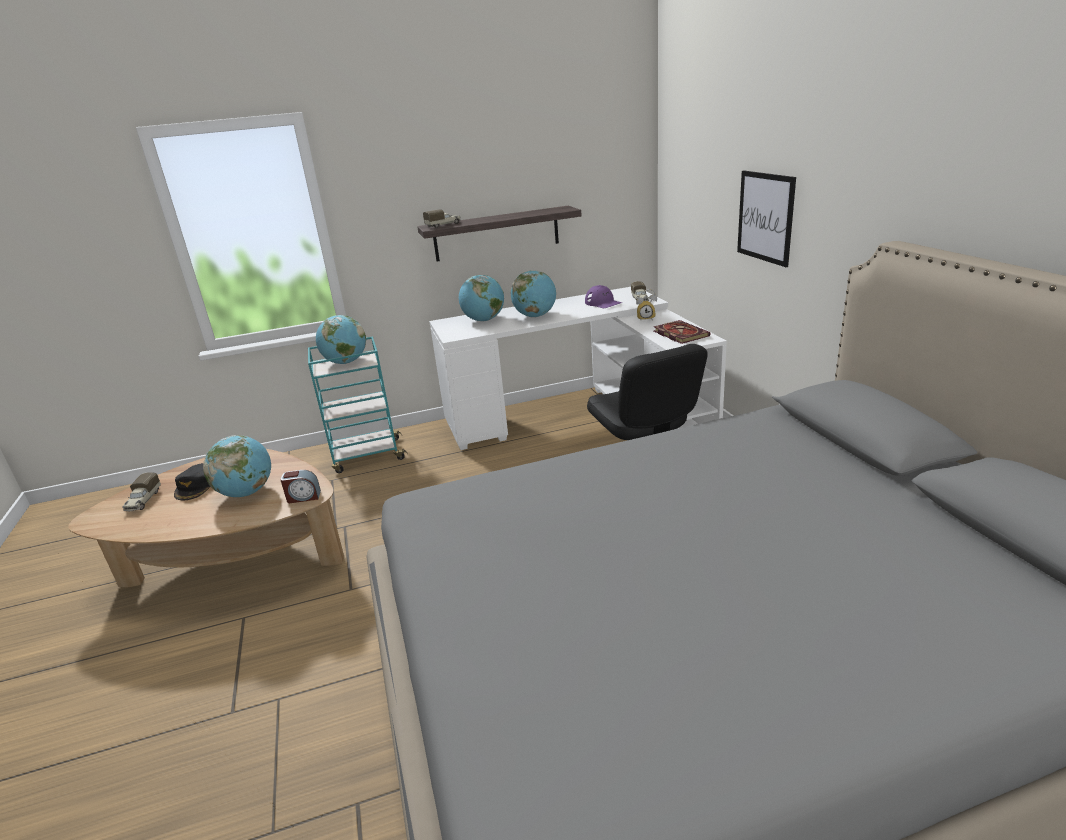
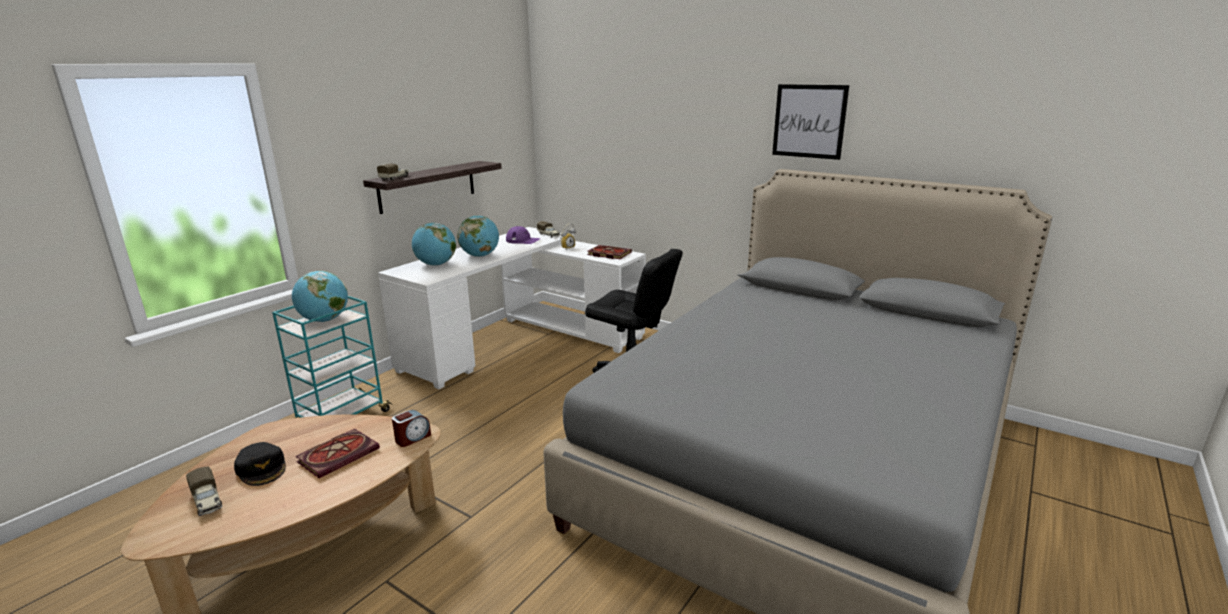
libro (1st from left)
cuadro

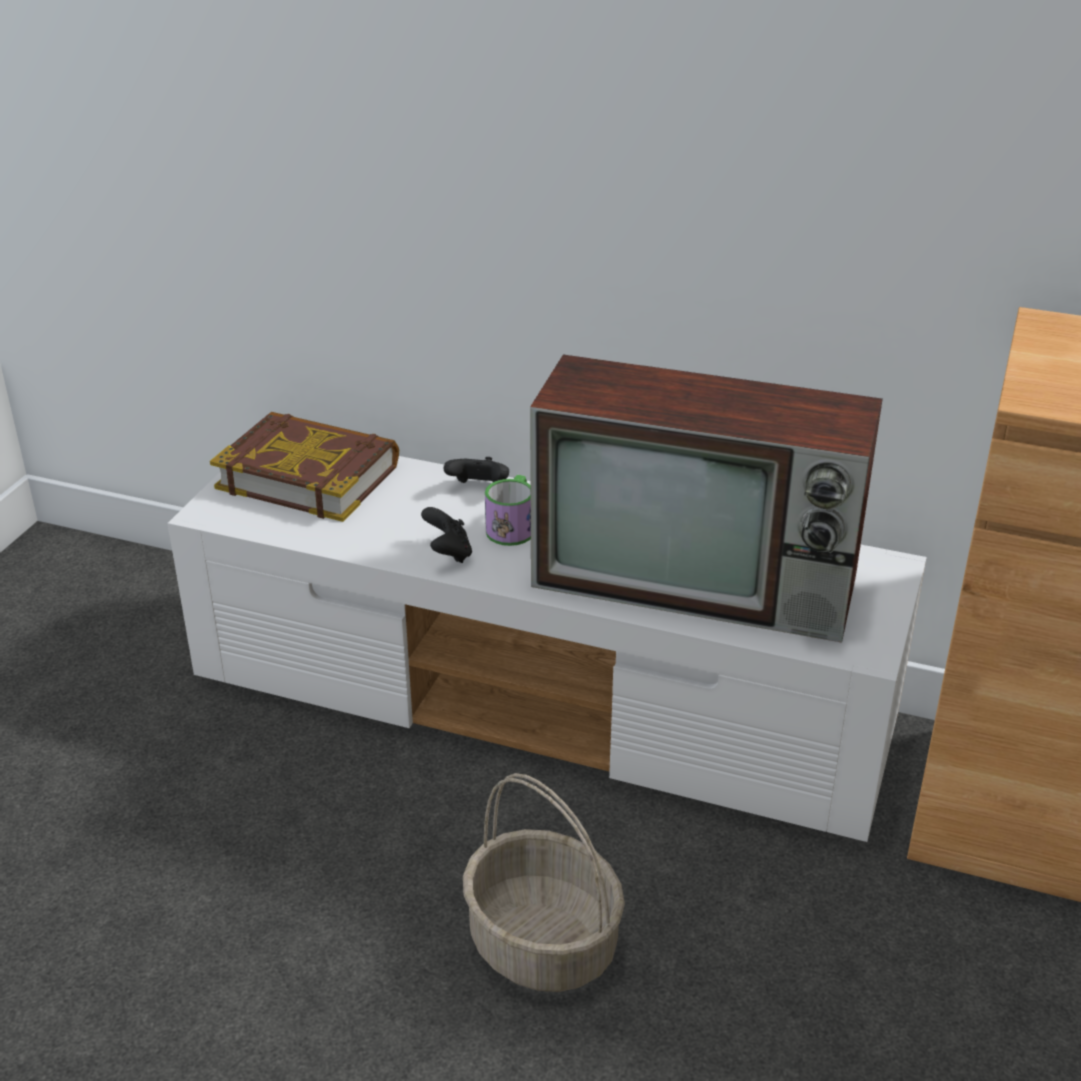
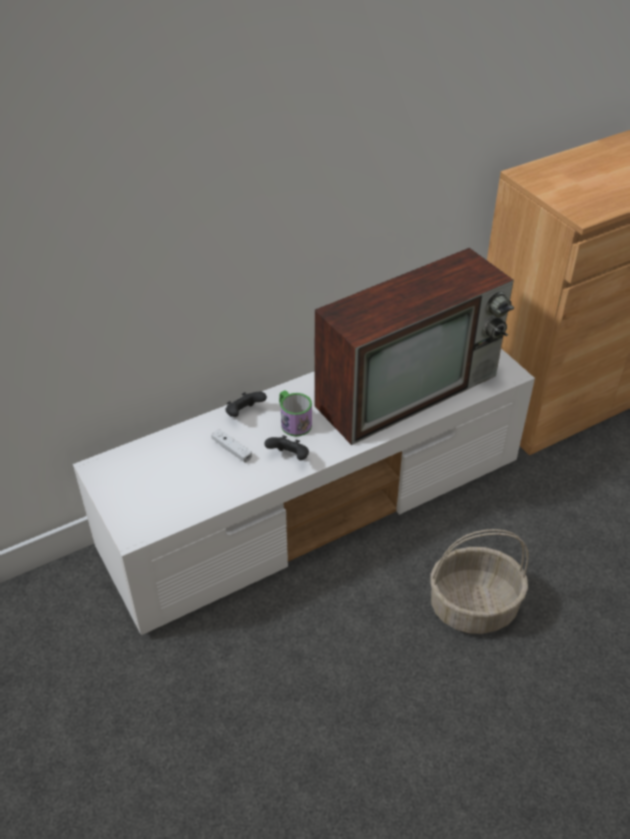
mando de consola [blanco]
libro

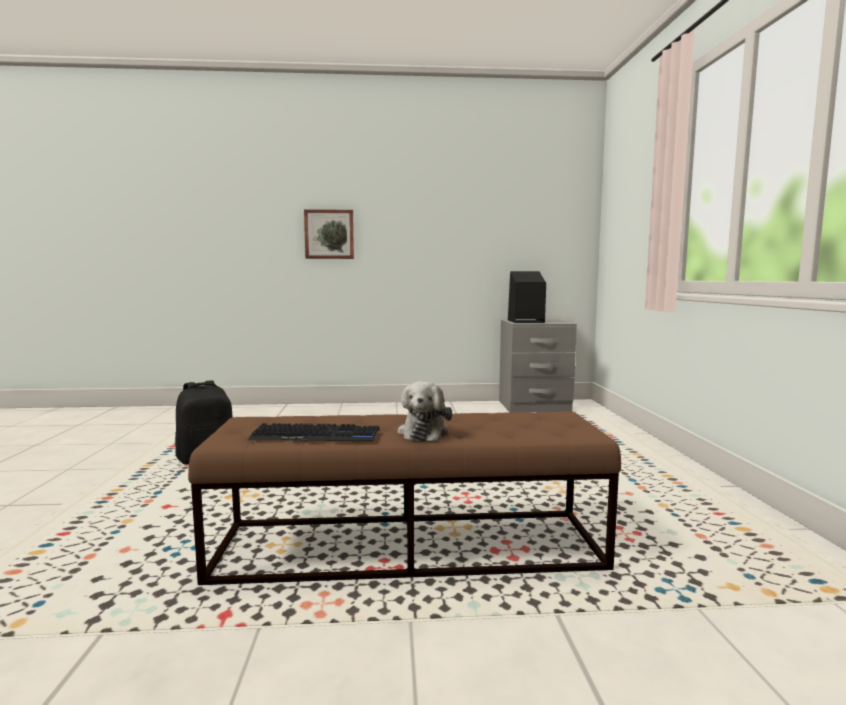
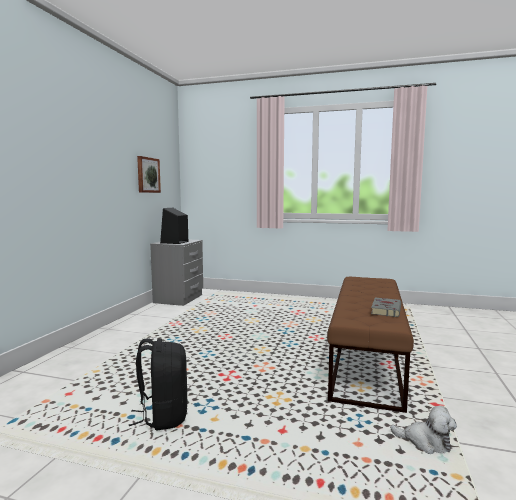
cuadro
libro [gris]
peluche

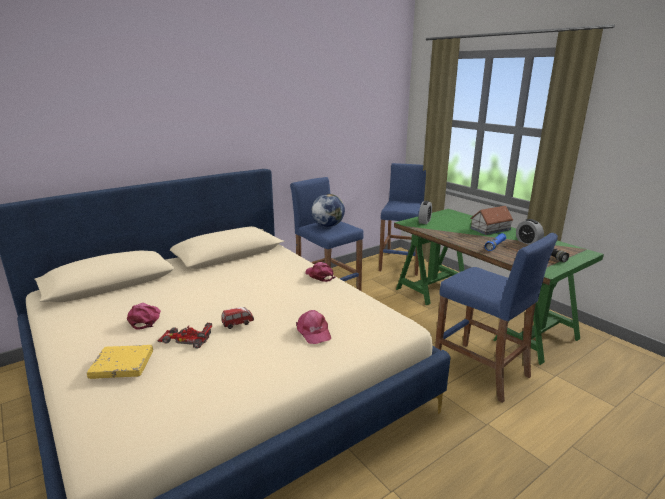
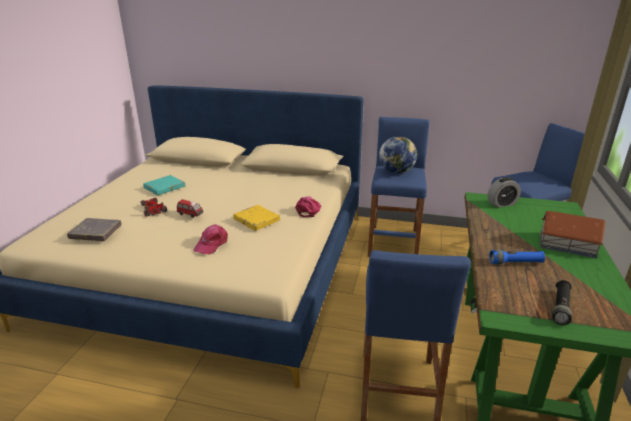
libro [gris]
libro [turquesa]
libro [amarillo]
despertador (2nd from left in the first image)

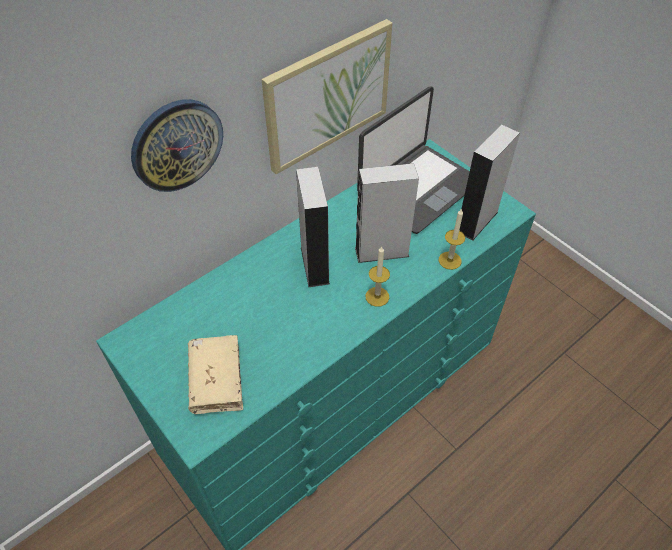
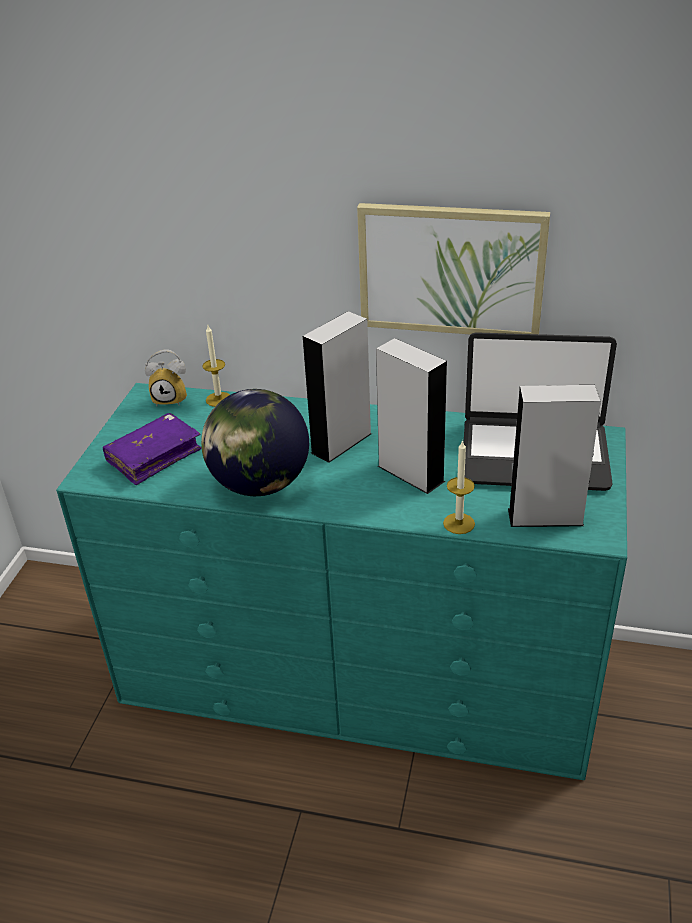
libro [morado]
despertador
globo terráqueo
vela (1st from left)
reloj de pared

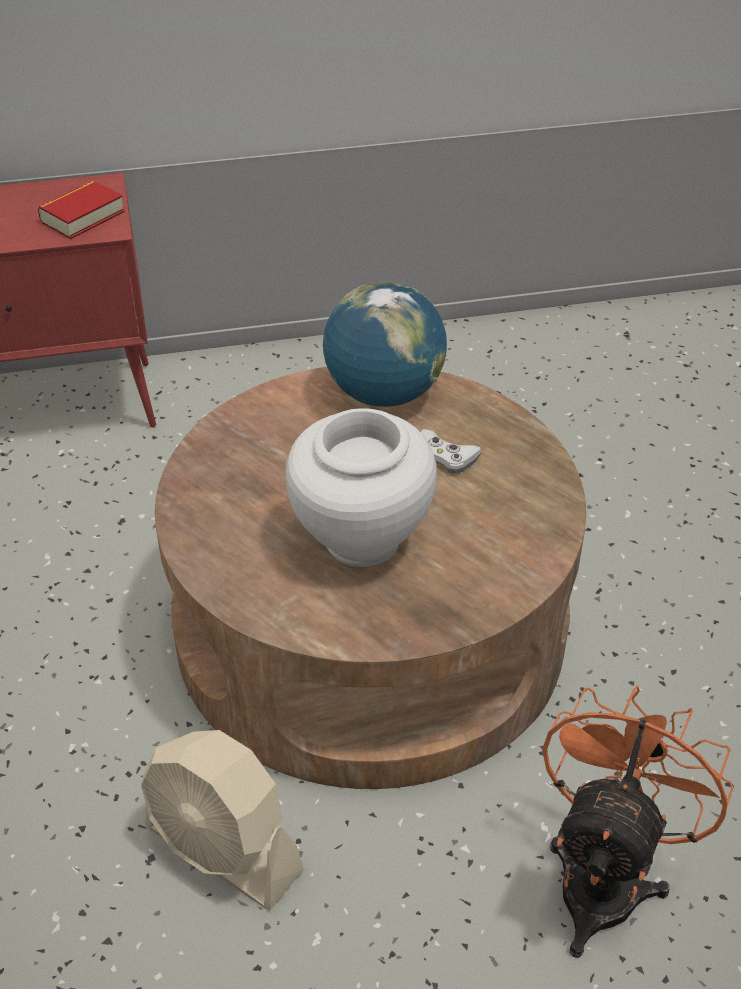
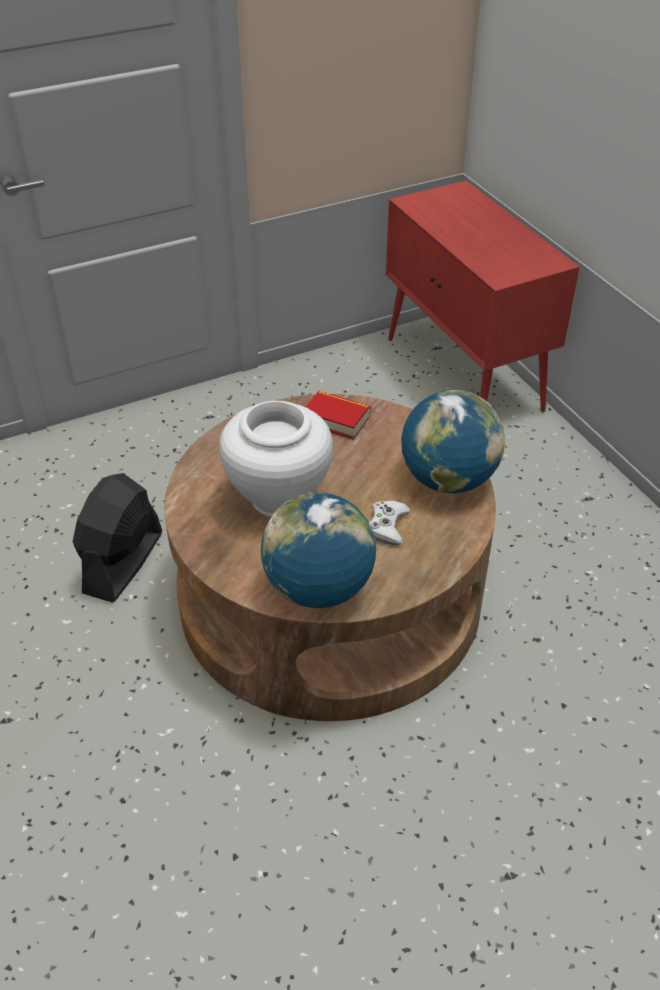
ventilador [negro]
globo terráqueo (1st from left)
libro
ventilador [naranja]

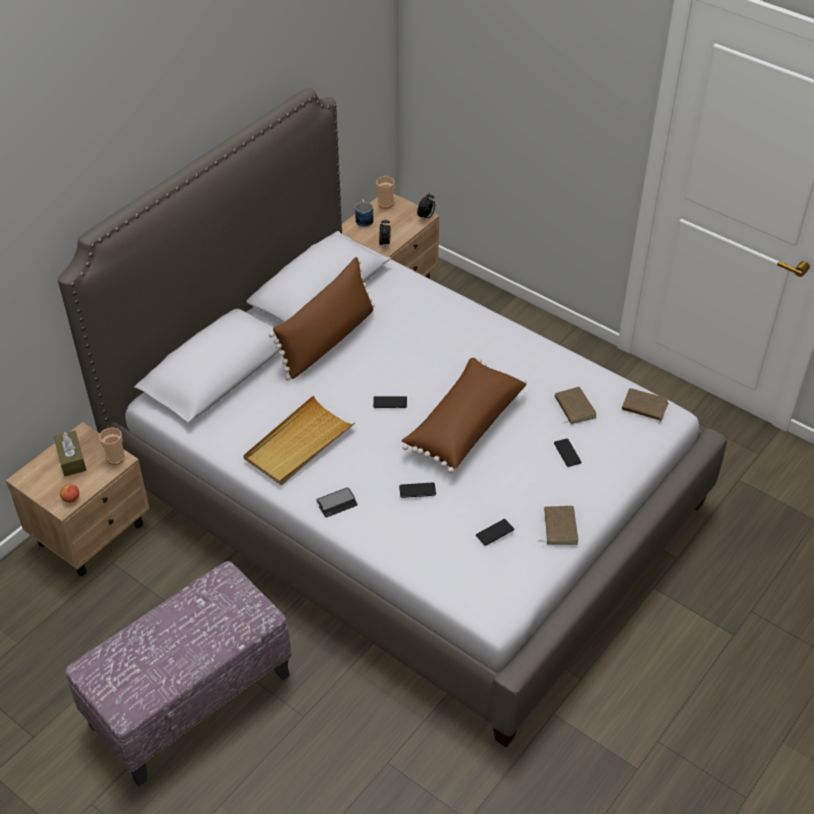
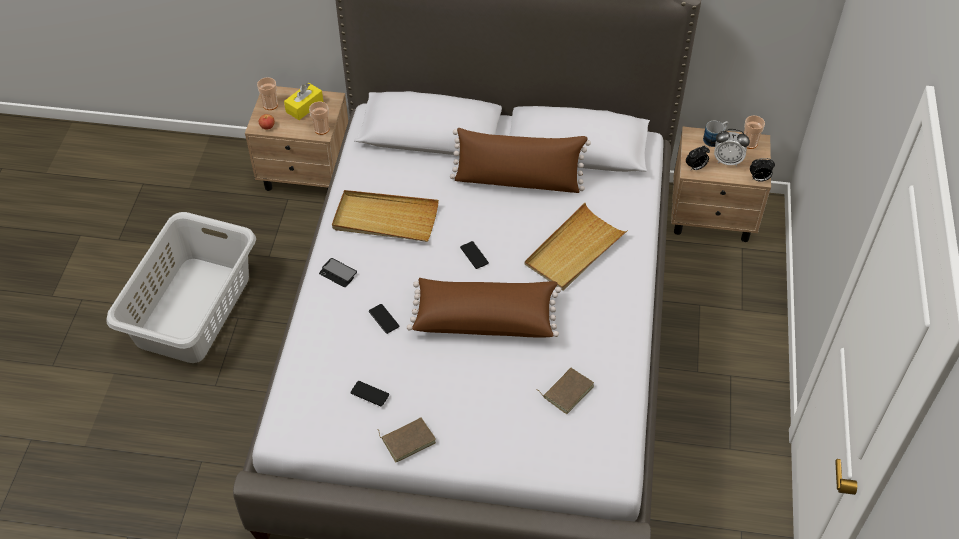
cesto de la ropa [gris]
taza (1st from left)
caja de pañuelos [amarillo]
bandeja [beis] (2nd from left)
despertador (2nd from left)
móvil (5th from left in the first image)
libro [marrón] (3rd from left in the first image)

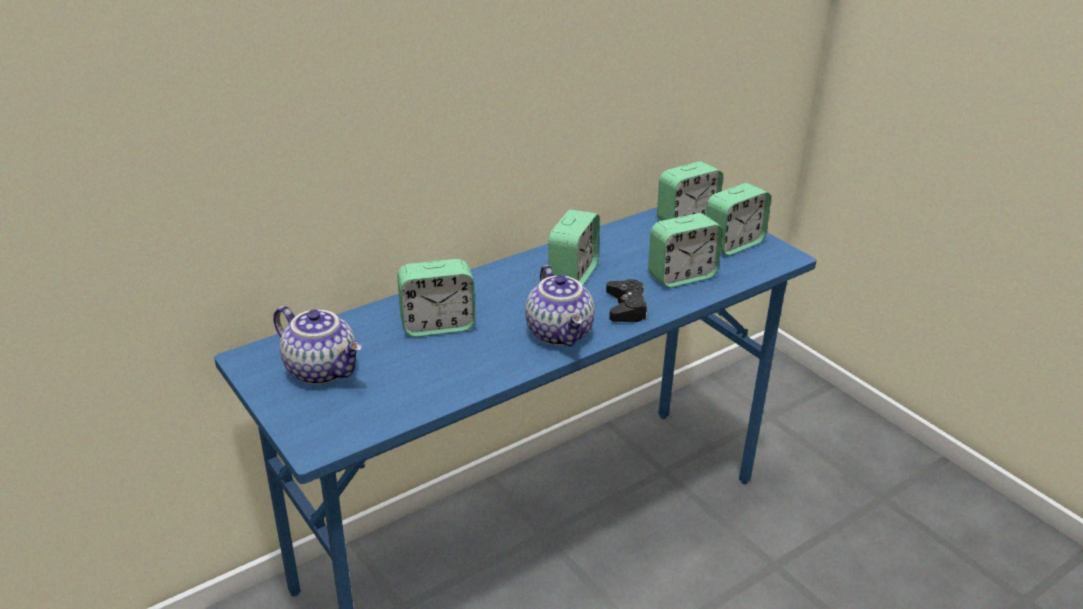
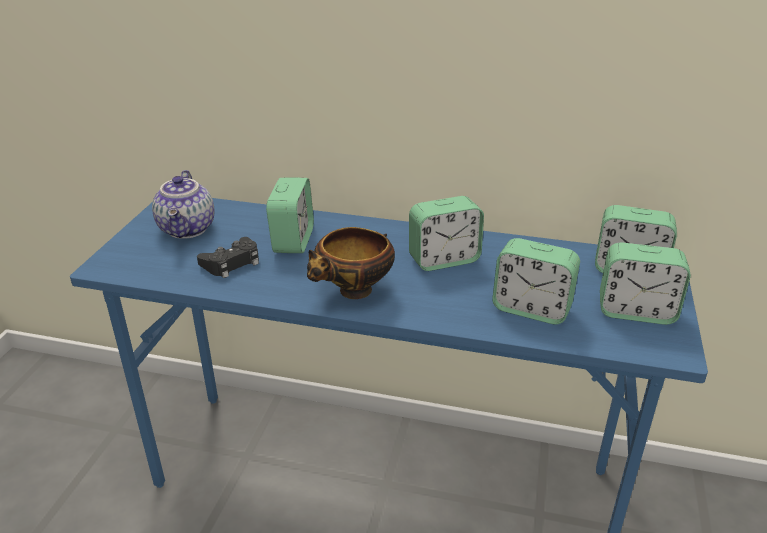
mando de consola [negro]
despertador (1st from left)
cuenco

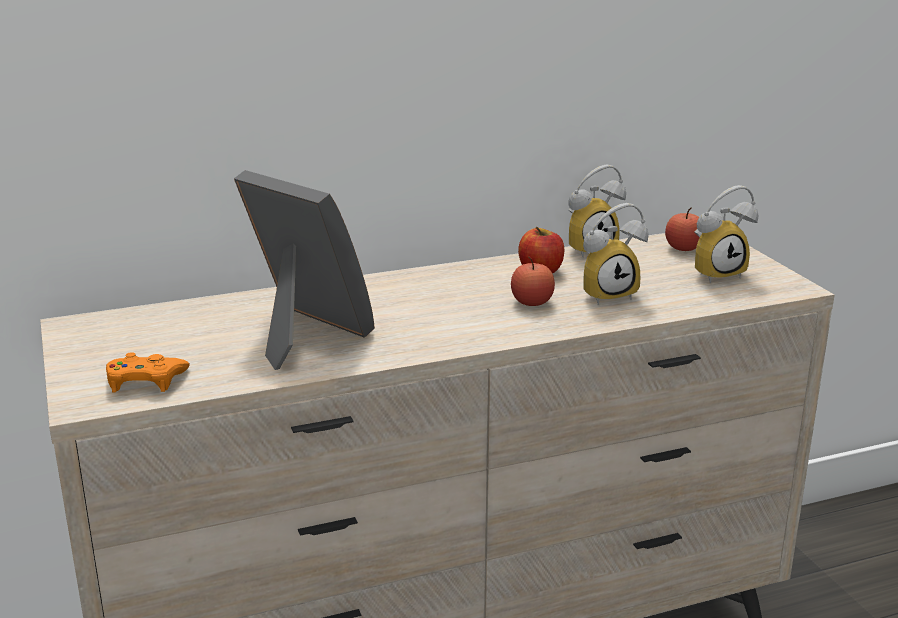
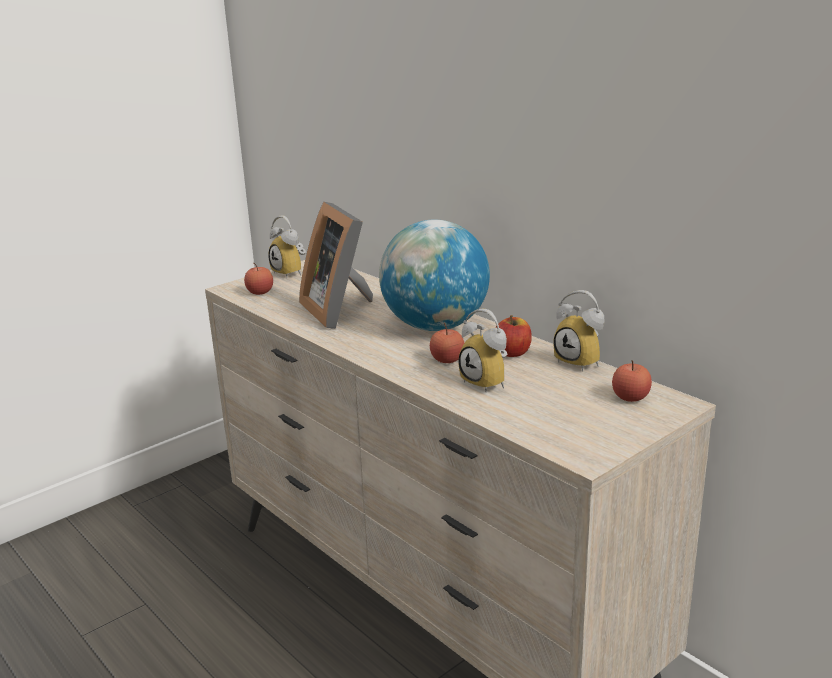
manzana (1st from left)
despertador (1st from left)
portarretratos
globo terráqueo

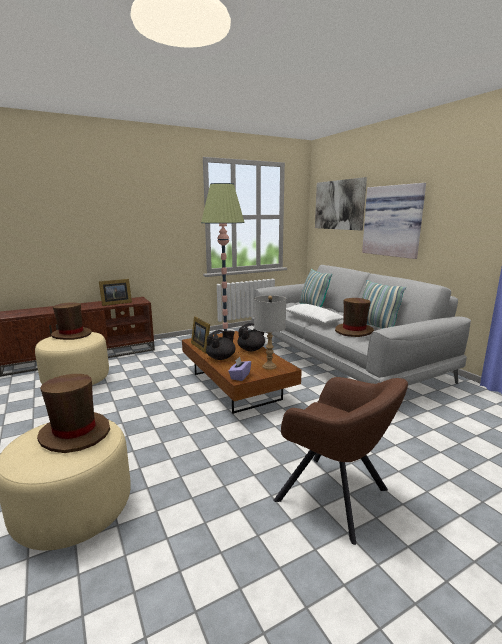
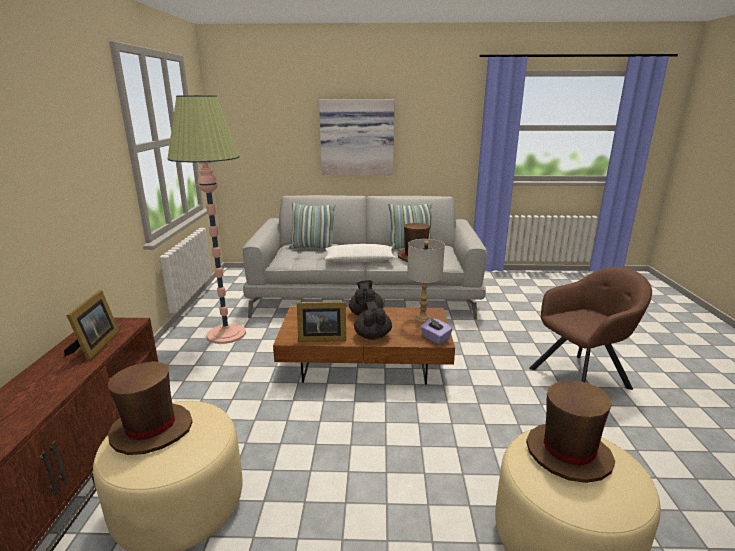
cuadro (1st from left in the first image)

